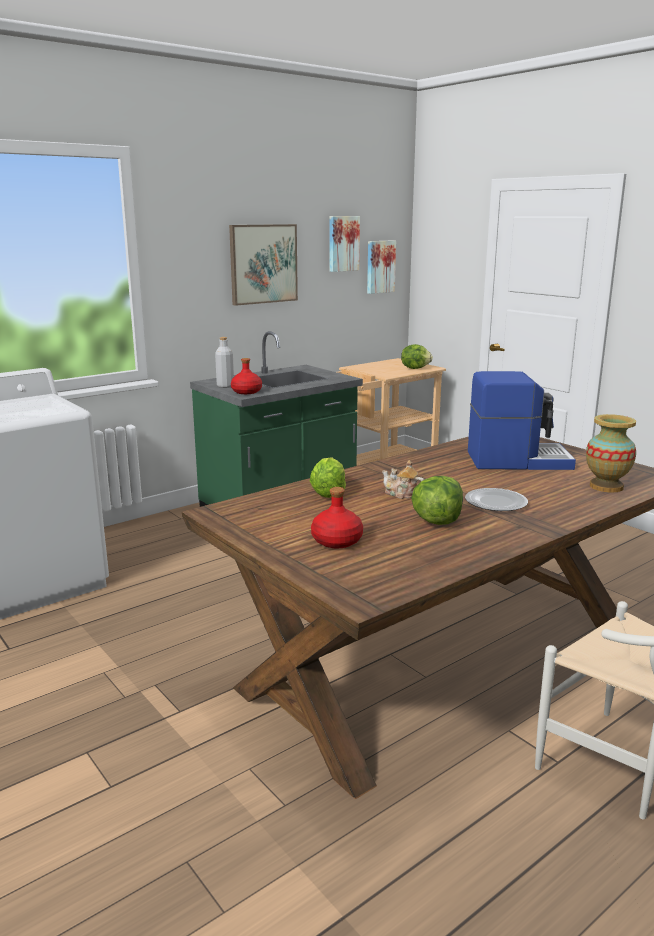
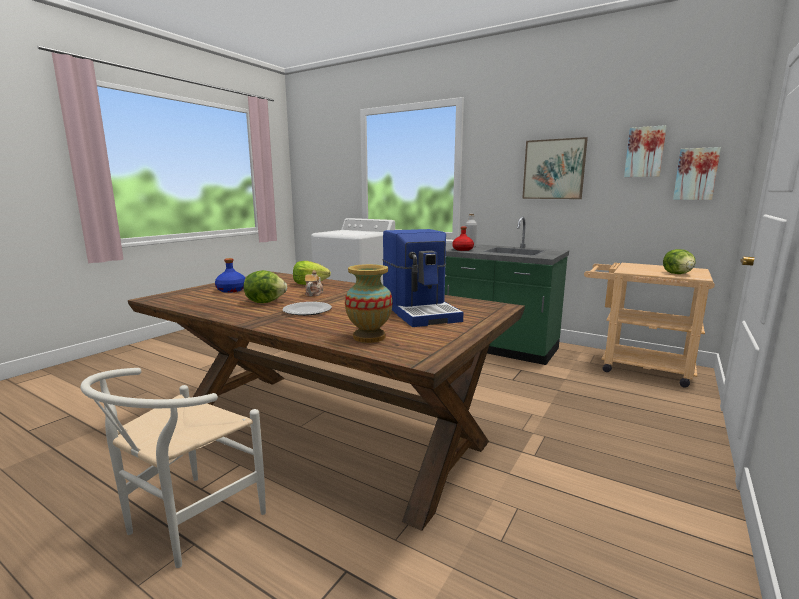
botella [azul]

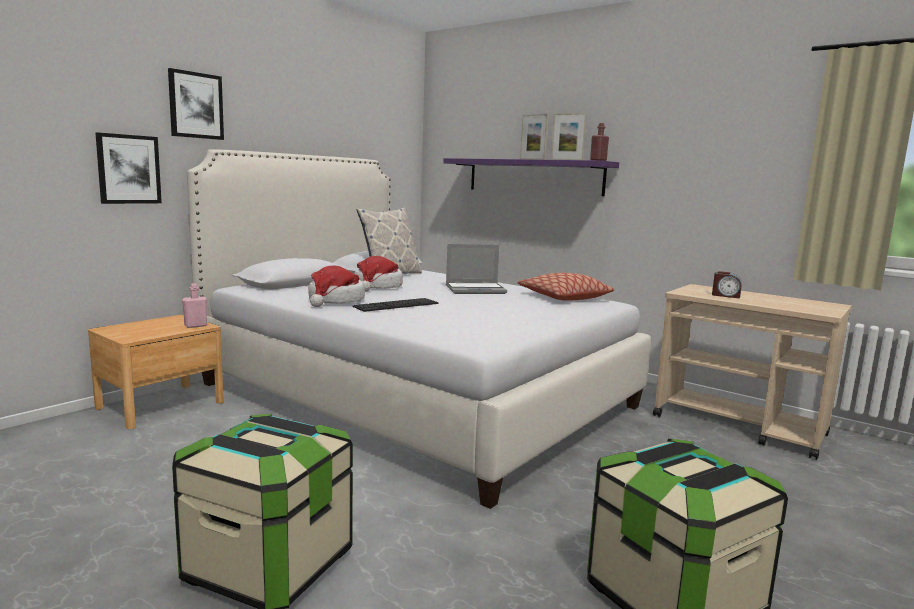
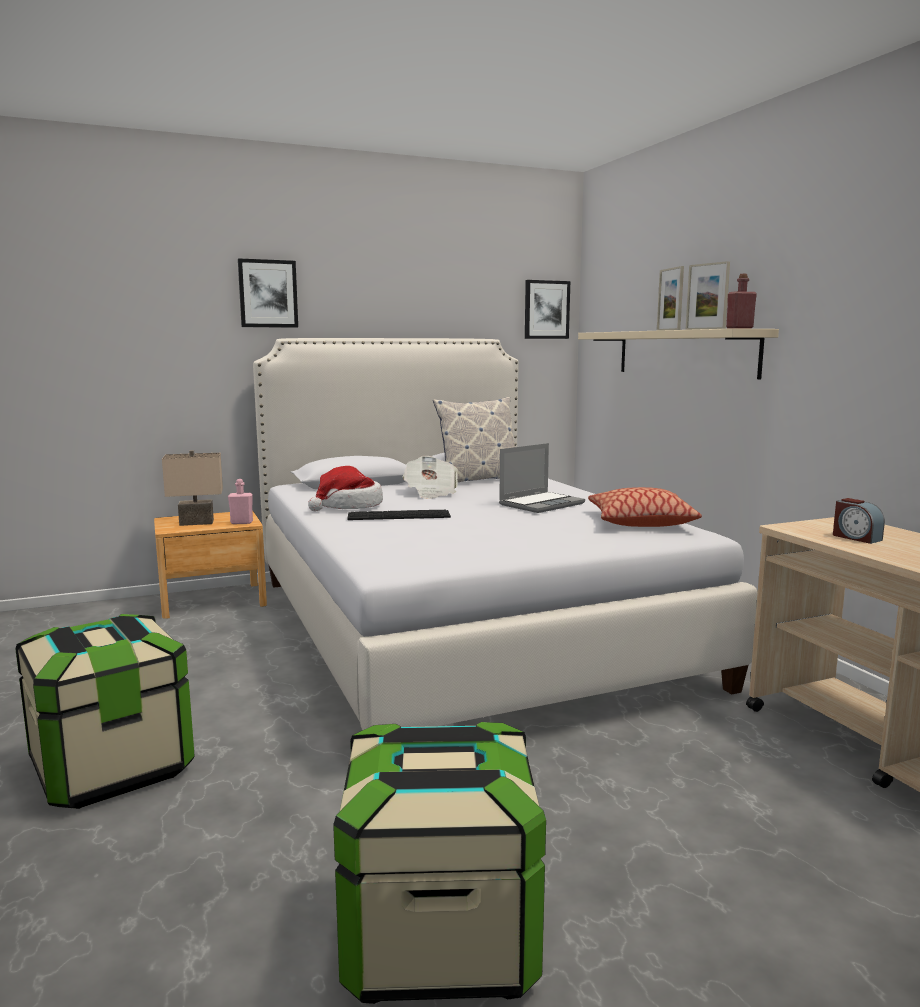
lámpara de mesa [beis]
periódico
portátil
cuadro (2nd from left)
estante [beis]

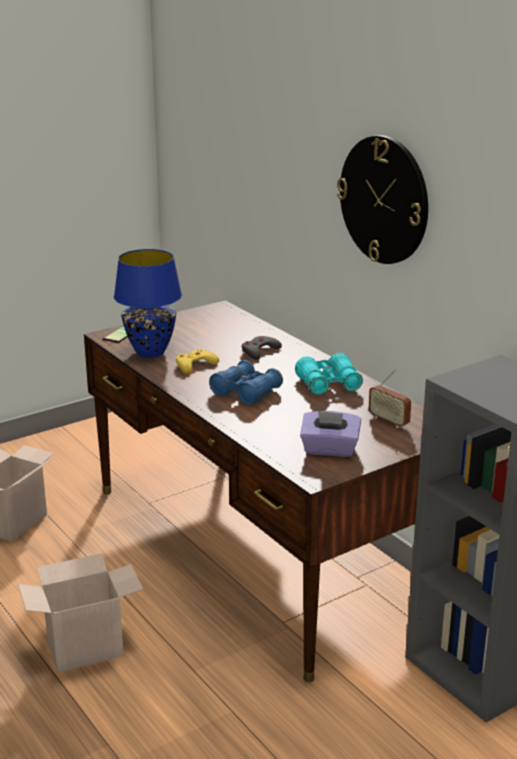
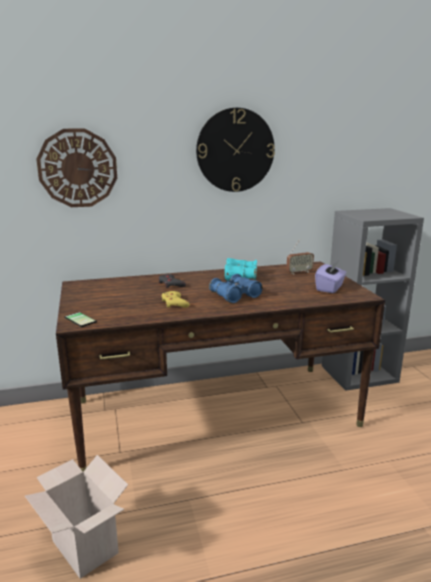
reloj de pared (1st from left)
caja de cartón (2nd from left in the first image)
lámpara de mesa [azul]

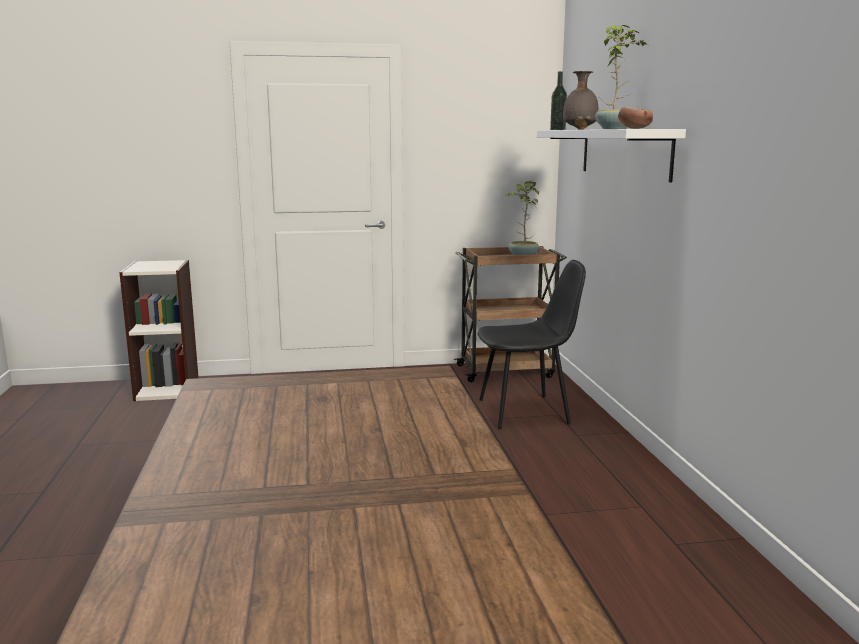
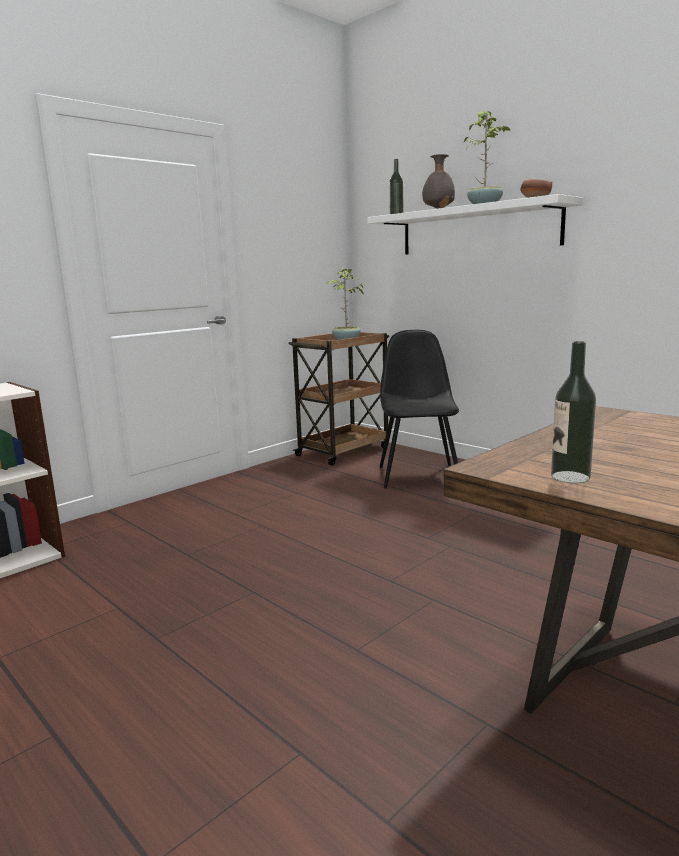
silla [negro]
botella (2nd from left)

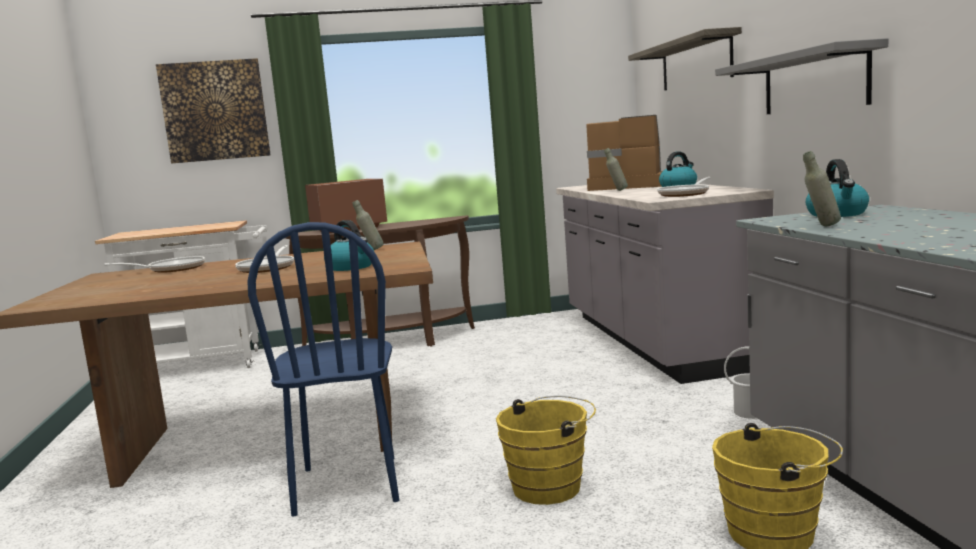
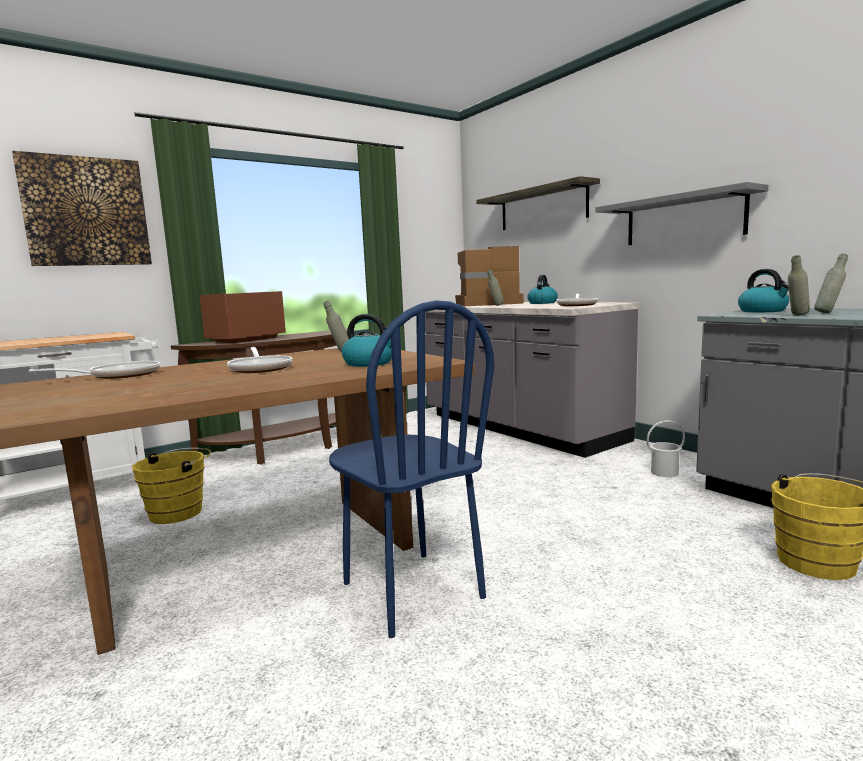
cubo [amarillo] (1st from left)
botella [gris] (4th from left)

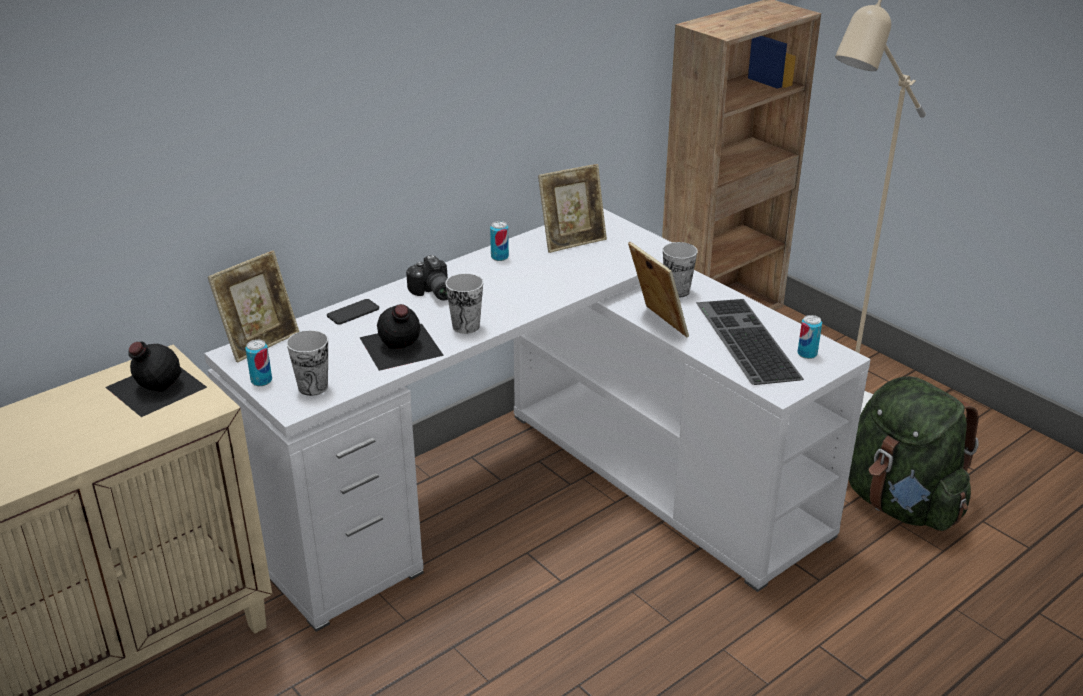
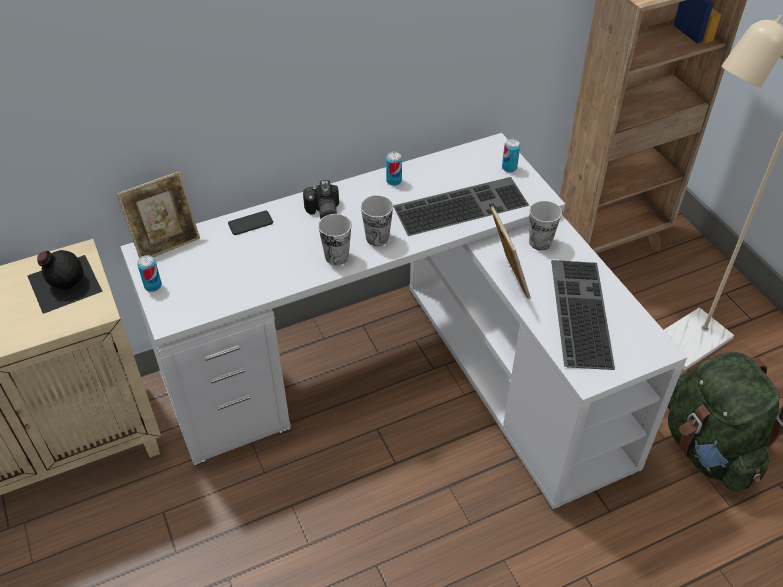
taza (2nd from left)
teclado (1st from left)
lata (3rd from left)
botella [negro] (2nd from left in the first image)
portarretratos (2nd from left in the first image)

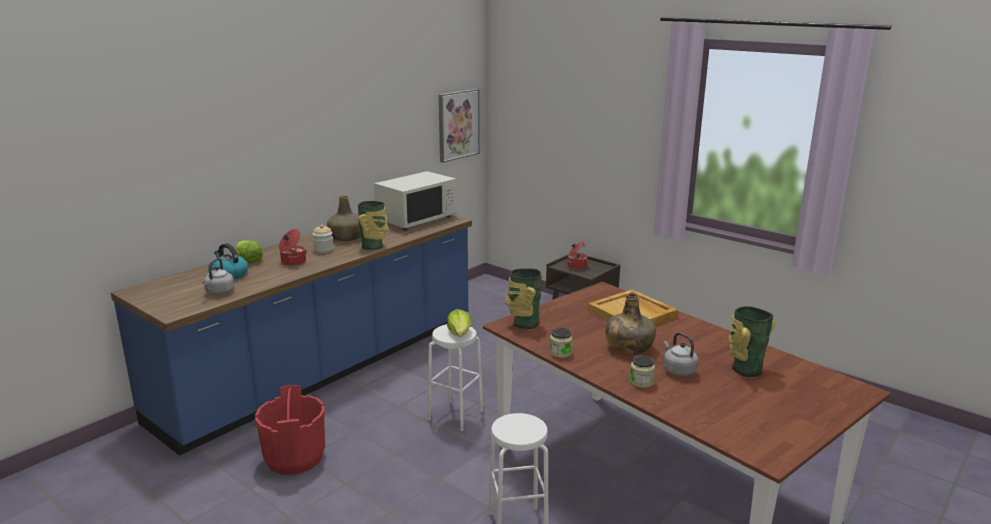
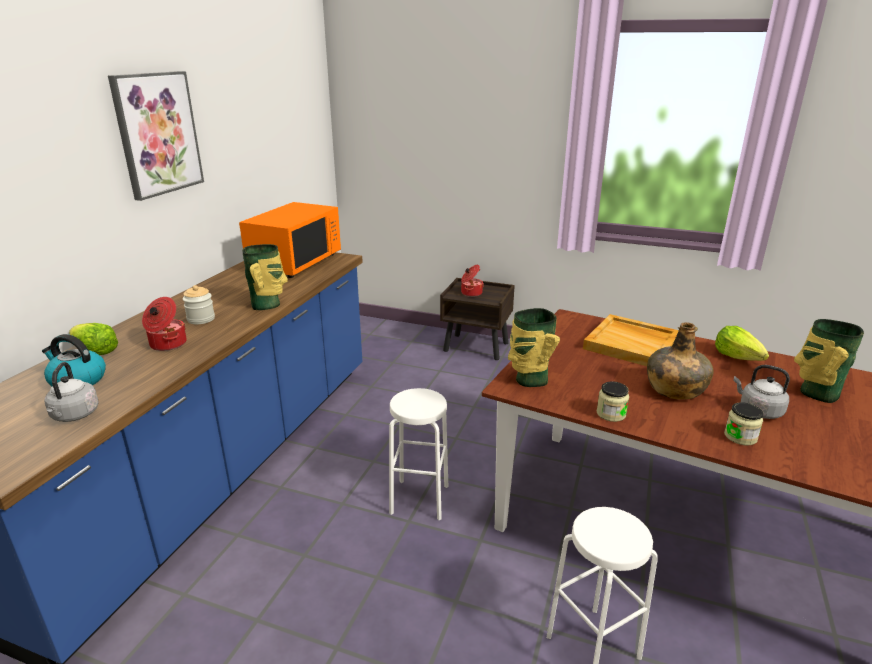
cuadro
microondas [naranja]
lechuga (2nd from left)
cubo [rojo]
botella [verde] (1st from left in the first image)

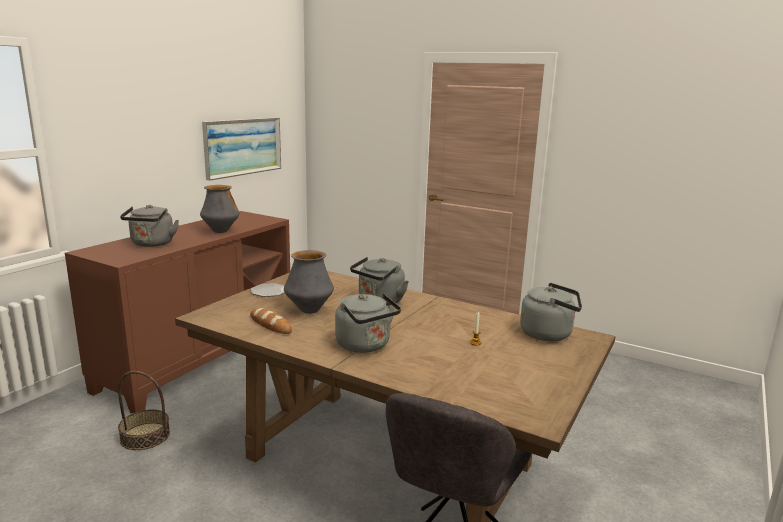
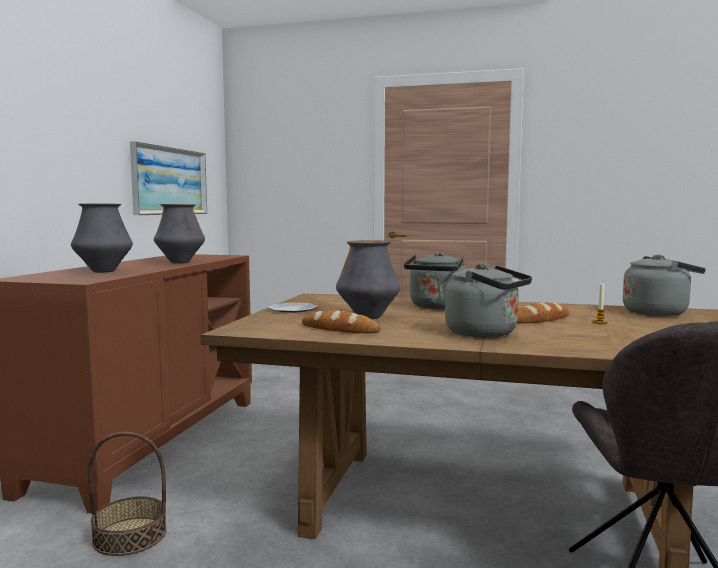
florero (1st from left)
pan (2nd from left)

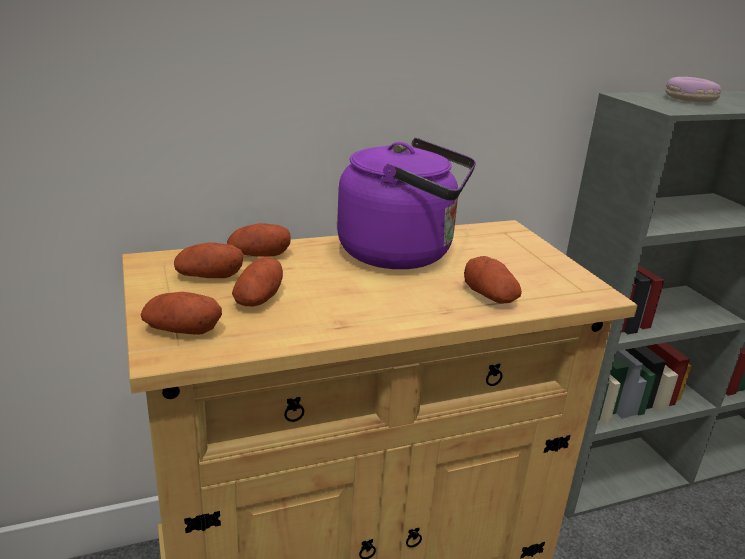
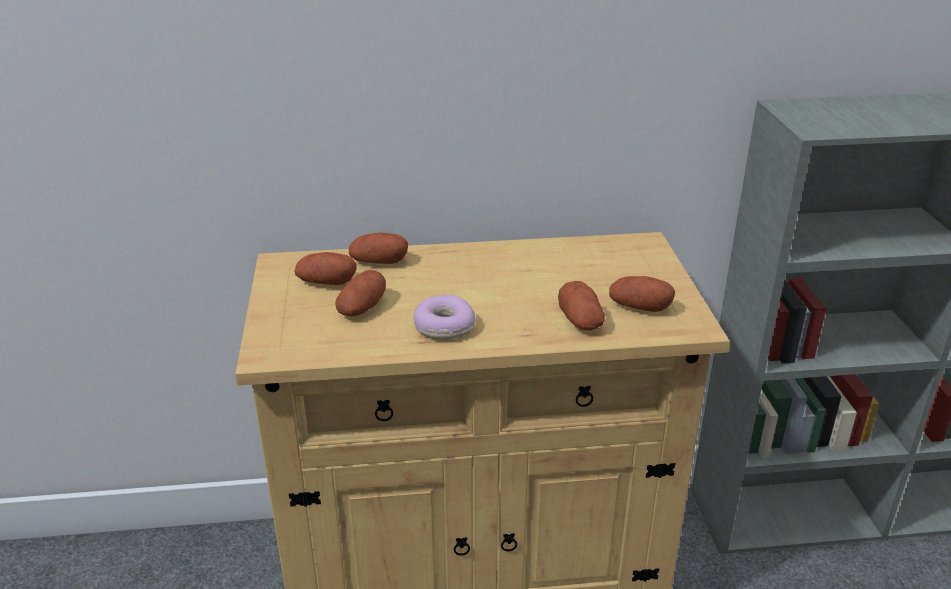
rosquilla
patata (5th from left)
hervidor [morado]

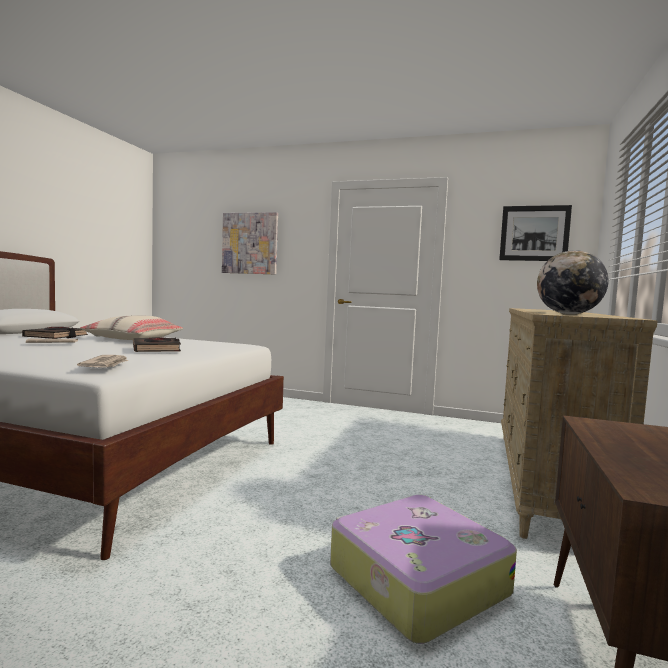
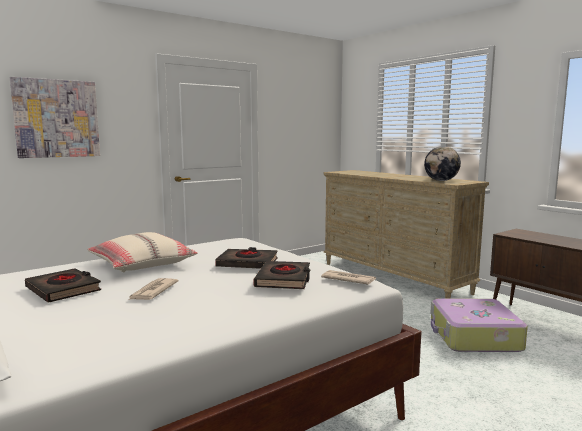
libro [negro] (3rd from left)
cuadro (2nd from left in the first image)

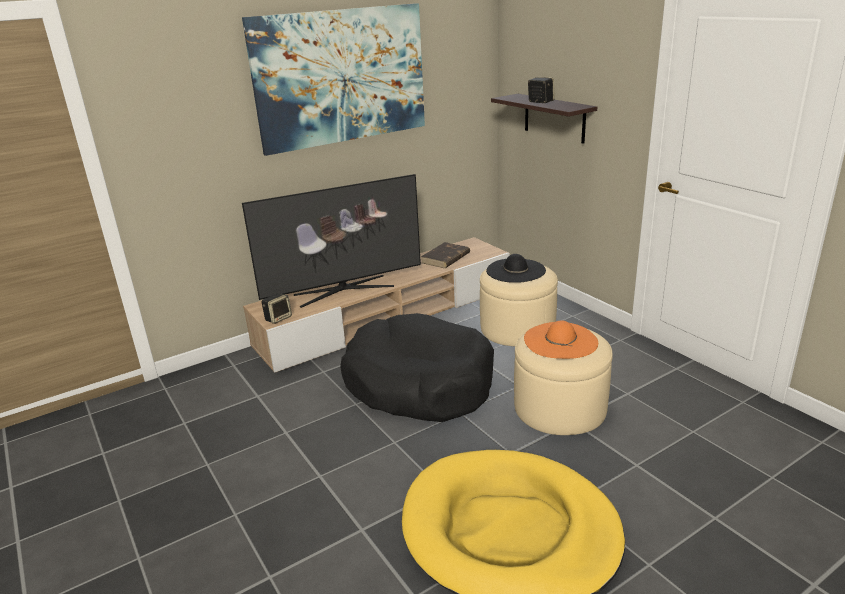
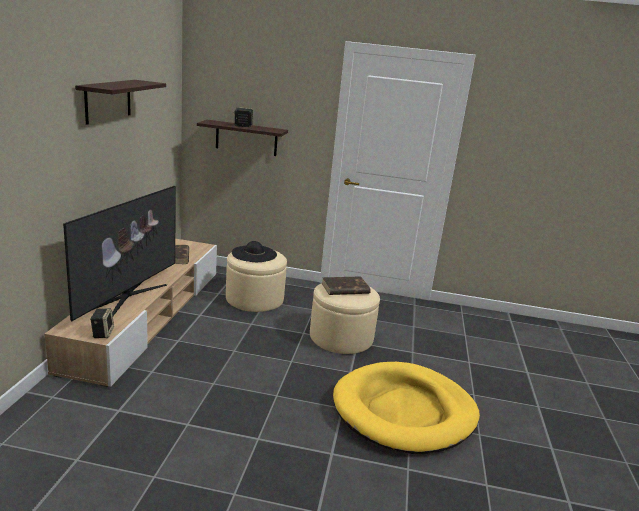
estante (1st from left)
libro [marrón] (2nd from left)
cama para perro [negro]

